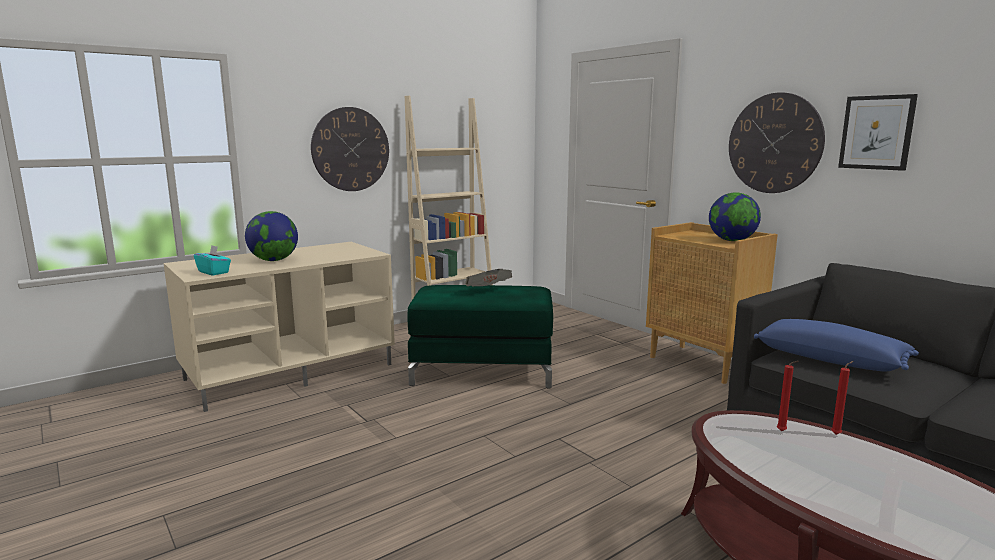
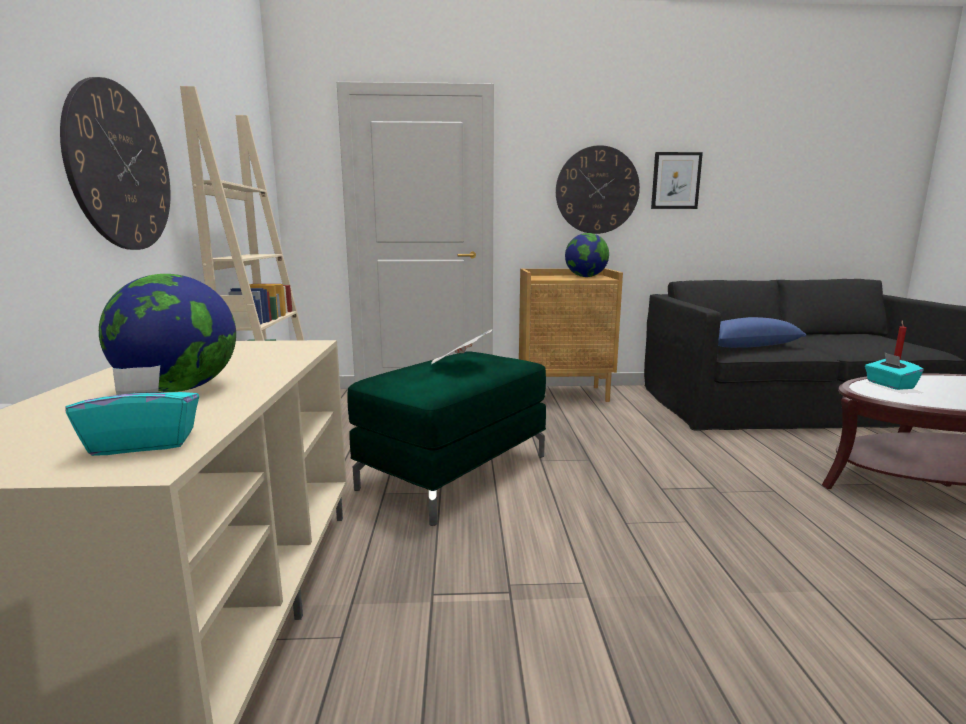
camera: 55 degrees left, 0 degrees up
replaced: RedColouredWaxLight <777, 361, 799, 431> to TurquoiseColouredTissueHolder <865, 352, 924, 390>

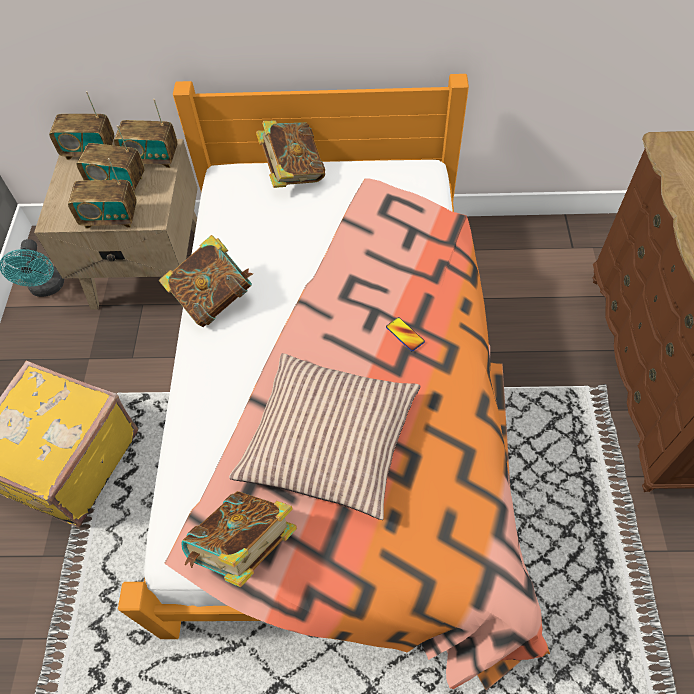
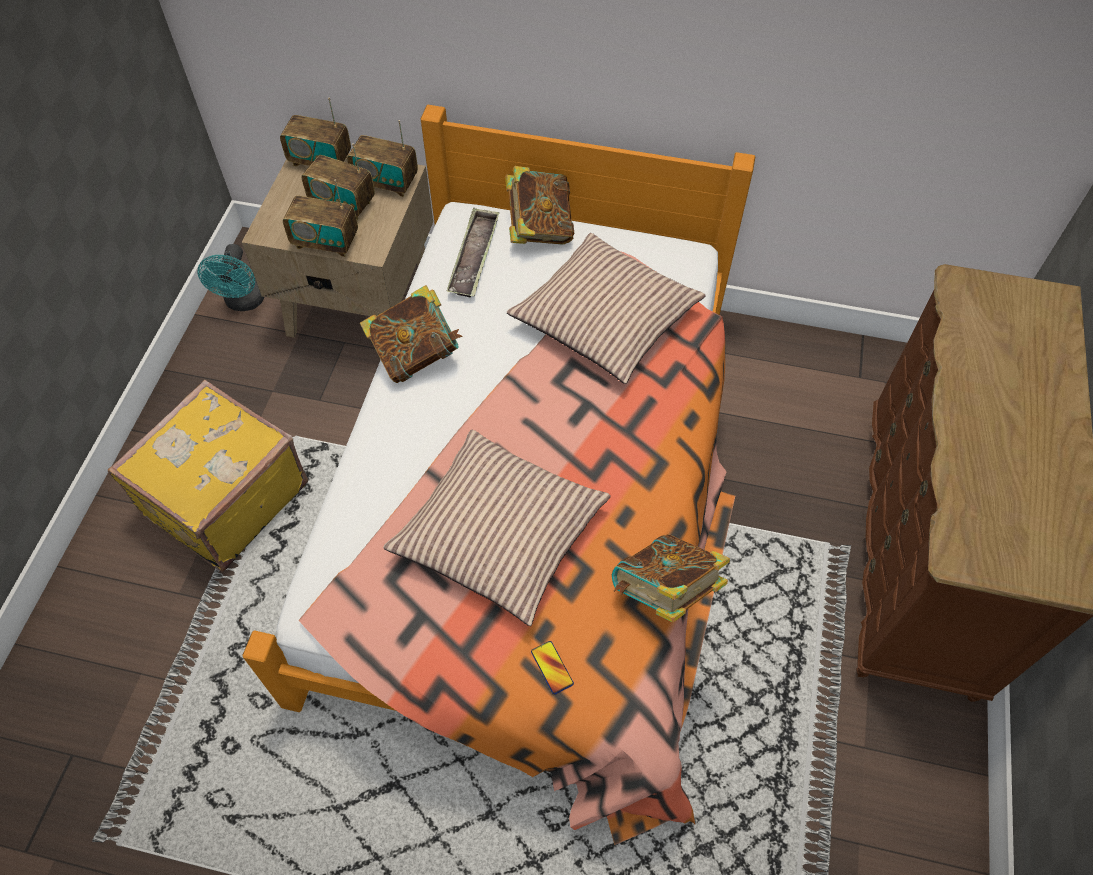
camera: 10 degrees right, 0 degrees up
added: Tray <447, 208, 499, 298>; Pillow <507, 233, 706, 384>
moved: Book <181, 491, 297, 587> to <612, 534, 730, 623>; Telephone <386, 317, 425, 351> to <531, 641, 574, 694>

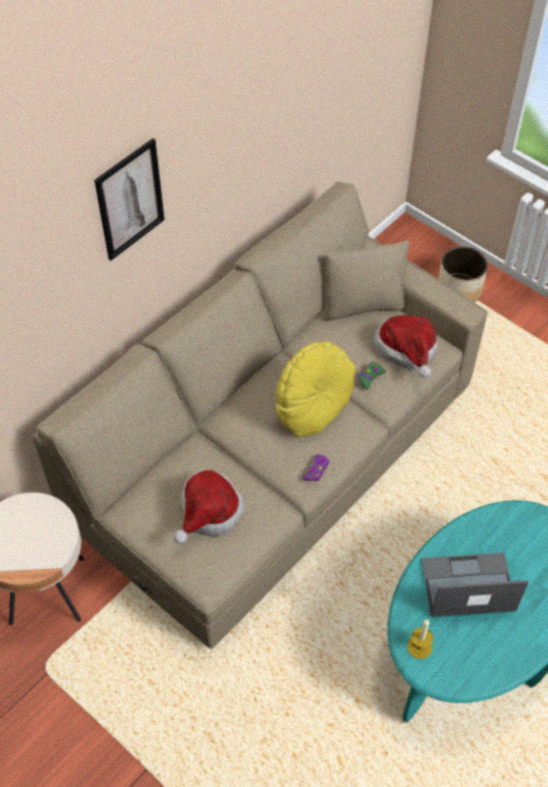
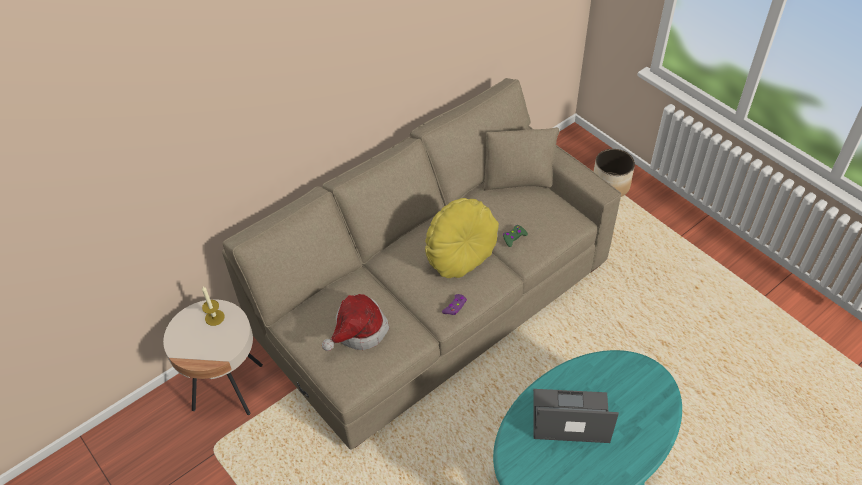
camera: 10 degrees right, 5 degrees down
removed: Picture <94, 138, 165, 261>; ClothingHat <374, 315, 438, 378>
moved: WaxLight <407, 620, 433, 659> to <202, 286, 225, 326>

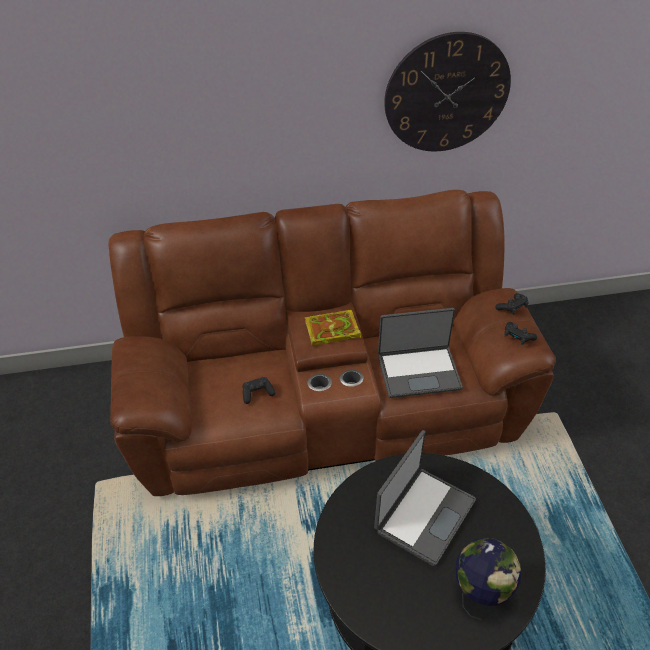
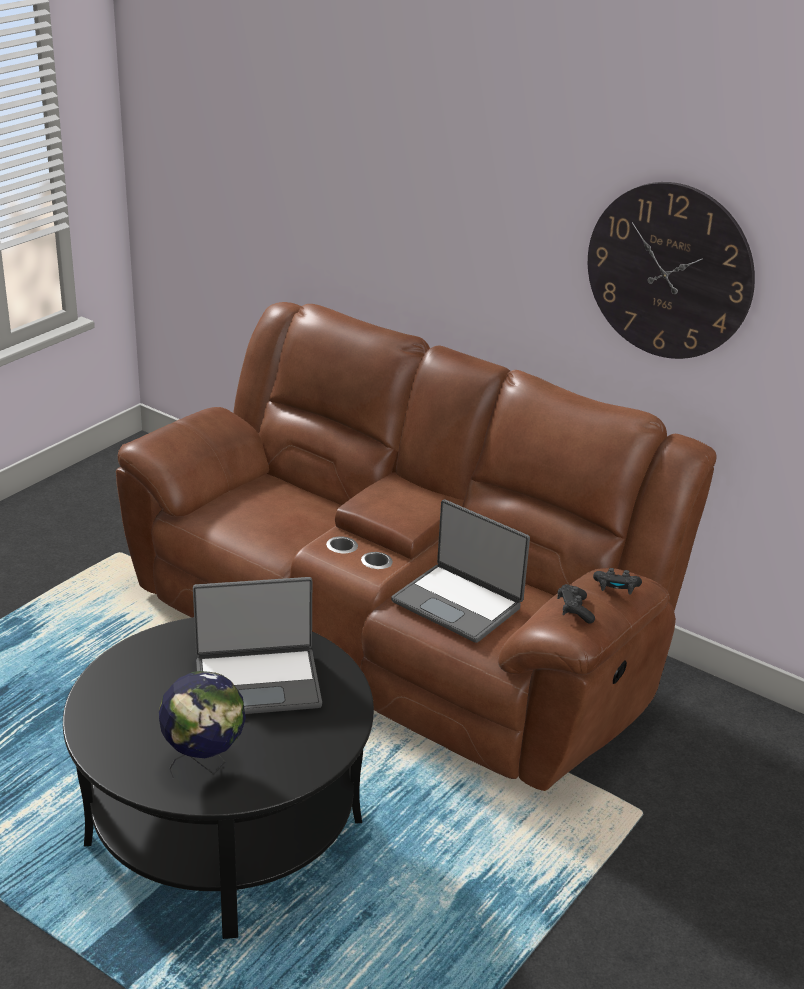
camera: 45 degrees right, 15 degrees down
removed: BlackGameController <243, 377, 276, 404>; Book <305, 310, 361, 345>

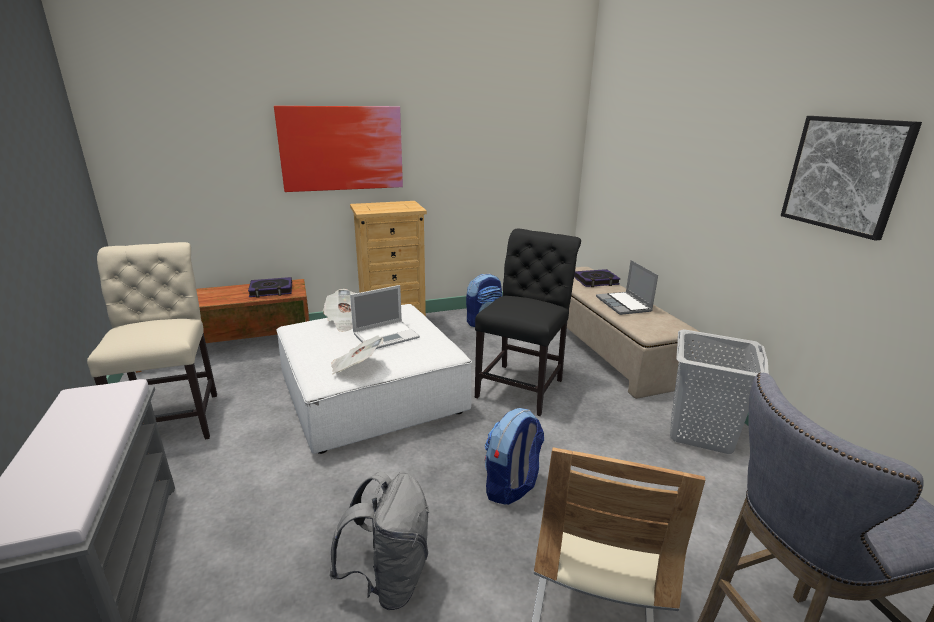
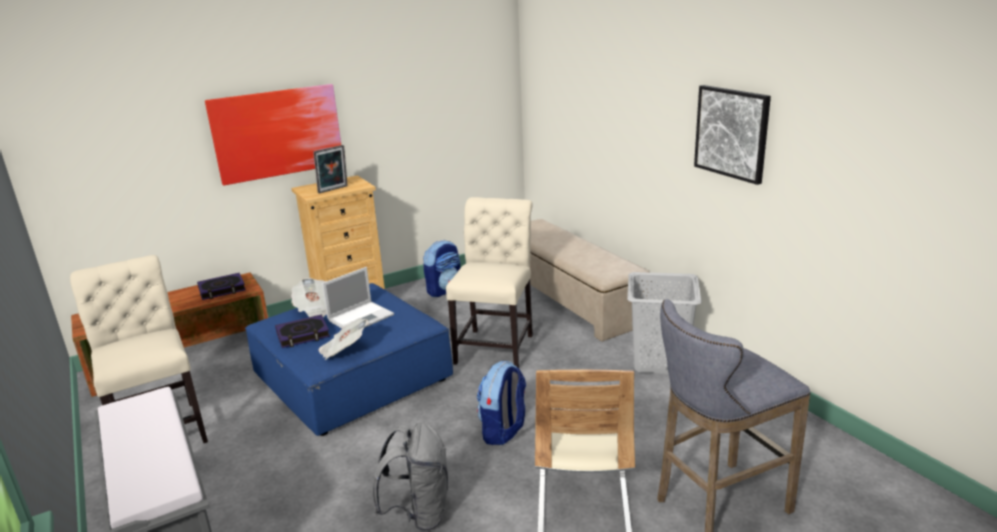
camera: 10 degrees left, 0 degrees up
removed: NotebookComputer <596, 260, 658, 315>
added: StandingFrame <313, 145, 348, 194>
moved: Book <574, 269, 620, 287> to <275, 315, 330, 348>
recoloured: WhitishPouffe <276, 304, 472, 454> to BluishPouffe <245, 283, 453, 436>; BlackPlainChair <475, 228, 581, 416> to BeigePlainChair <446, 197, 533, 368>

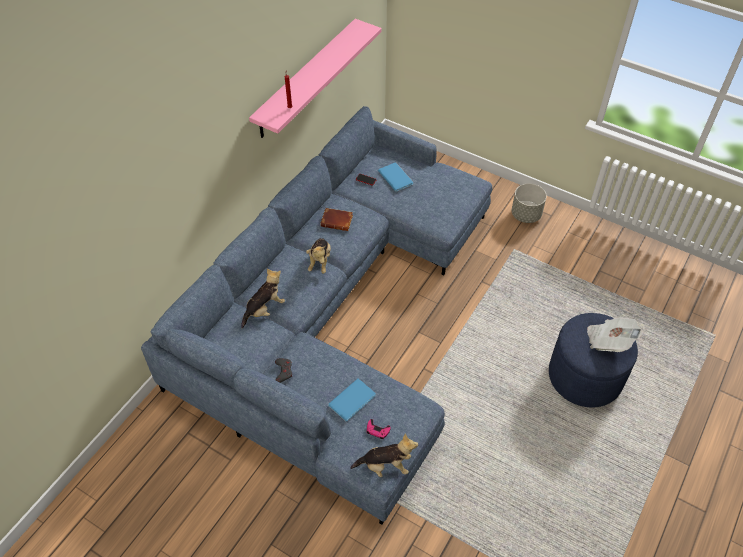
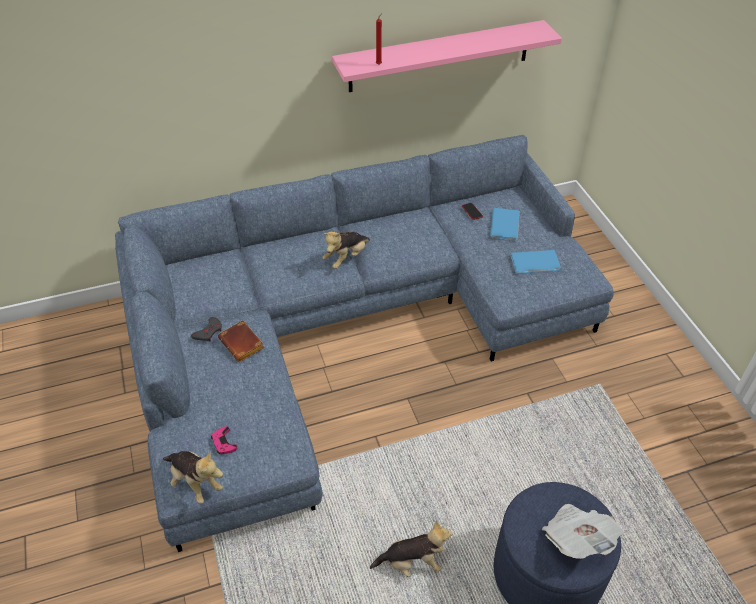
camera: 40 degrees right, 5 degrees down
removed: GrayPlanter <512, 184, 547, 223>
moved: PlushToy <241, 269, 285, 328> to <370, 520, 452, 577>; BrownBook <320, 208, 353, 231> to <218, 320, 264, 362>; BluishBook <328, 379, 376, 422> to <510, 250, 561, 274>

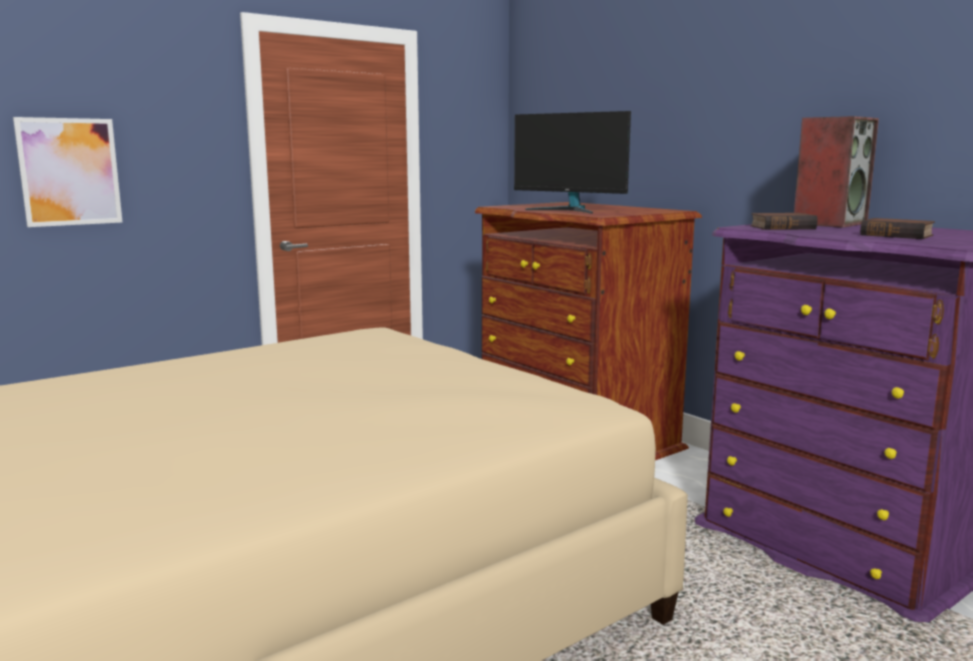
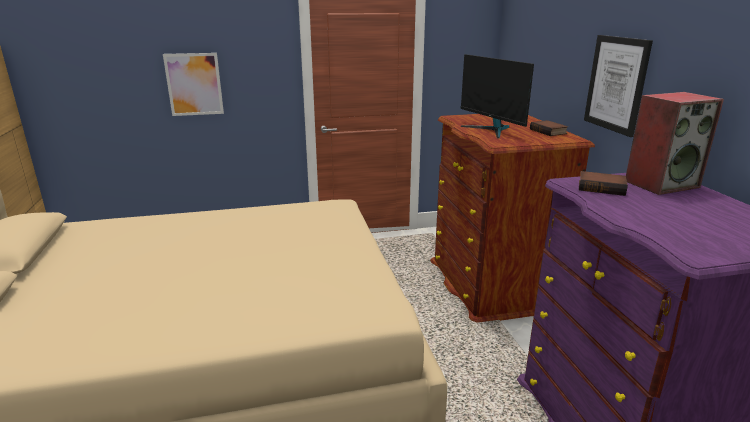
camera: 25 degrees right, 10 degrees up
added: Picture <584, 35, 653, 137>
moved: Book <860, 218, 935, 239> to <530, 120, 568, 136>

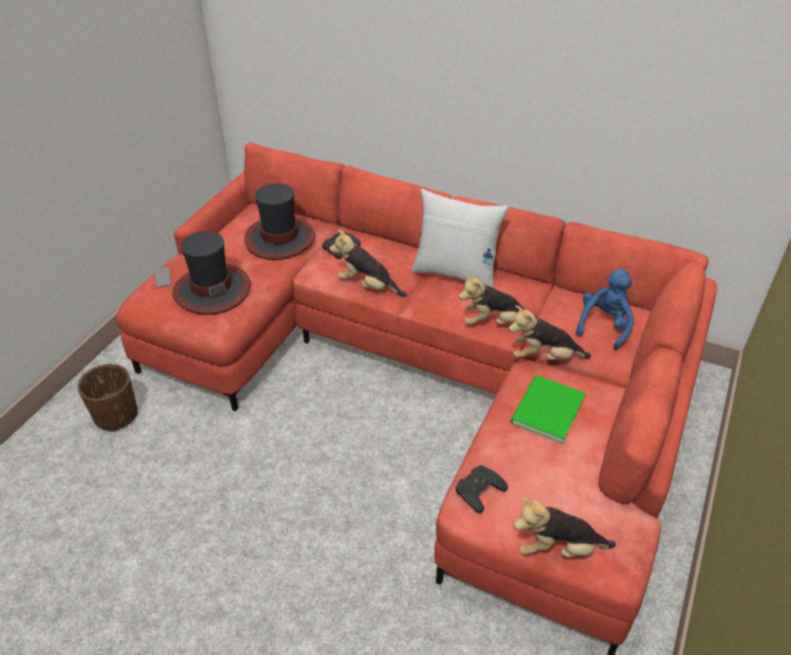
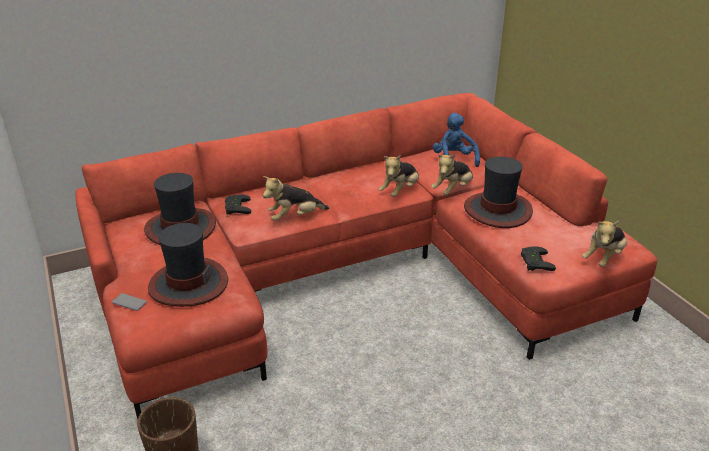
camera: 50 degrees left, 10 degrees down
removed: GrayPillow <411, 189, 508, 288>
replaced: GreenColouredBook <510, 375, 585, 443> to ClothingHat <464, 157, 533, 228>

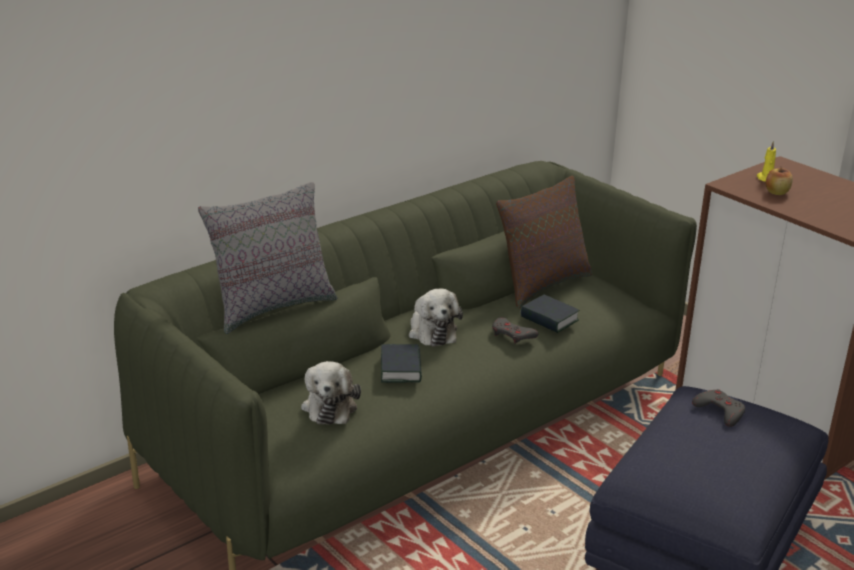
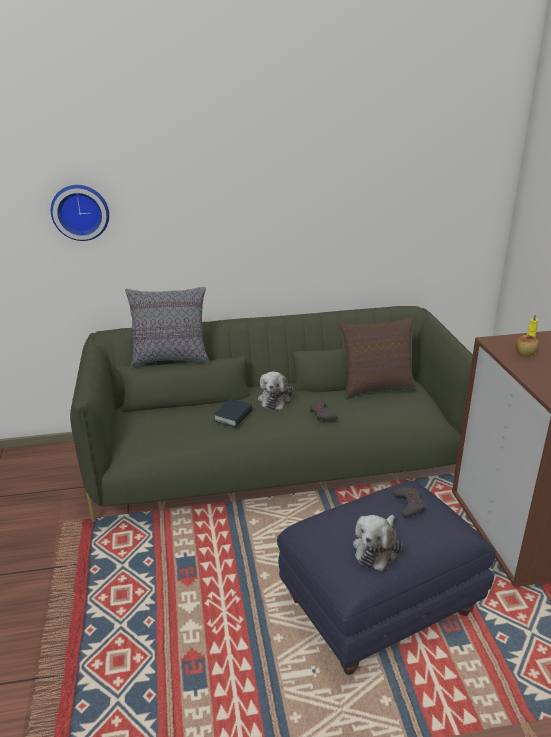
camera: 30 degrees right, 0 degrees up
removed: Book <521, 295, 580, 333>
added: HangingClock <51, 185, 109, 241>
moved: PlushToy <301, 361, 361, 424> to <353, 515, 402, 571>

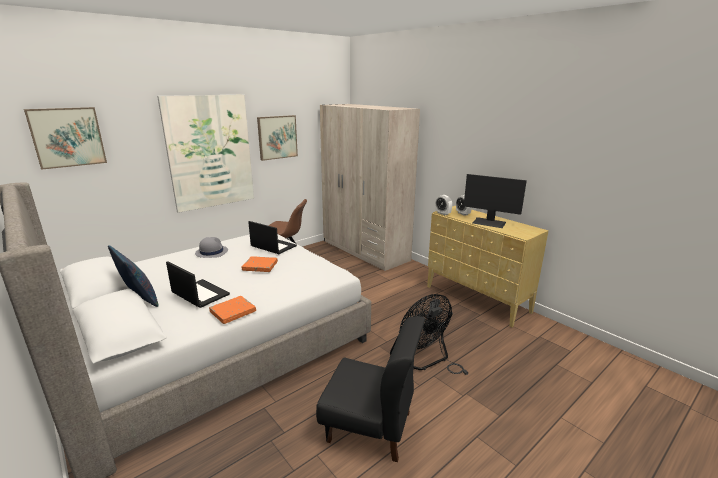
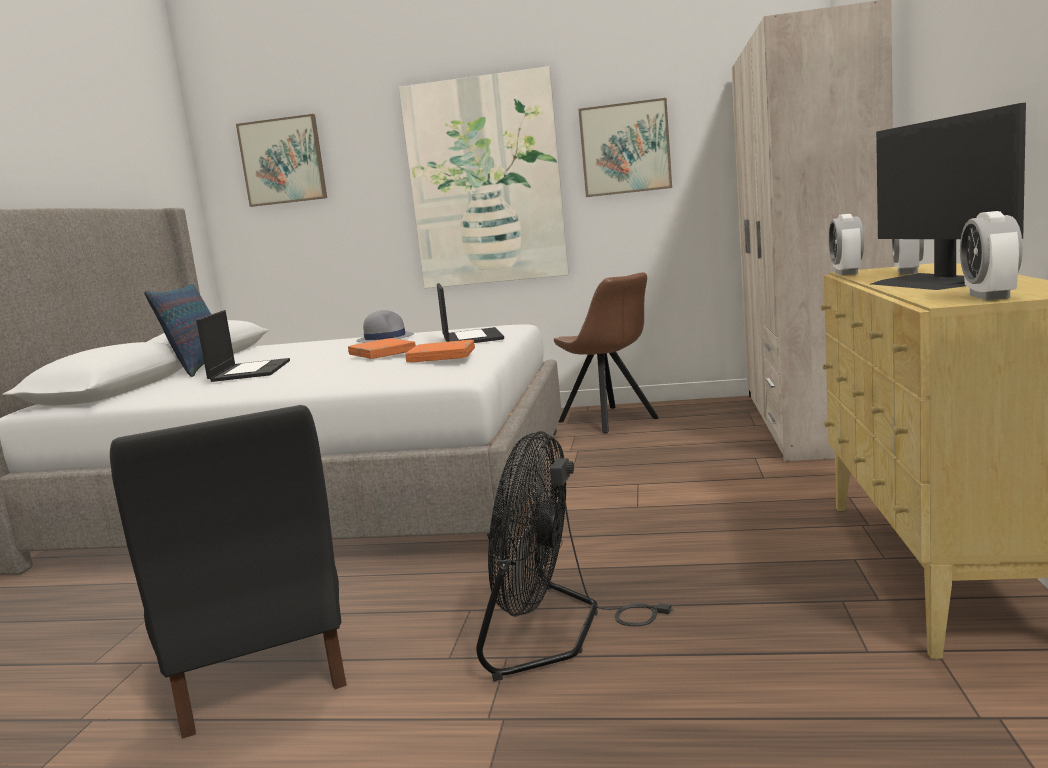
camera: 50 degrees right, 10 degrees down
added: AlarmClock <960, 211, 1023, 300>
moved: OrangeBook <209, 296, 256, 324> to <405, 340, 475, 363>
turned: BlackElectricFan <390, 294, 468, 375> = <476, 431, 673, 682> 90 degrees counterclockwise

